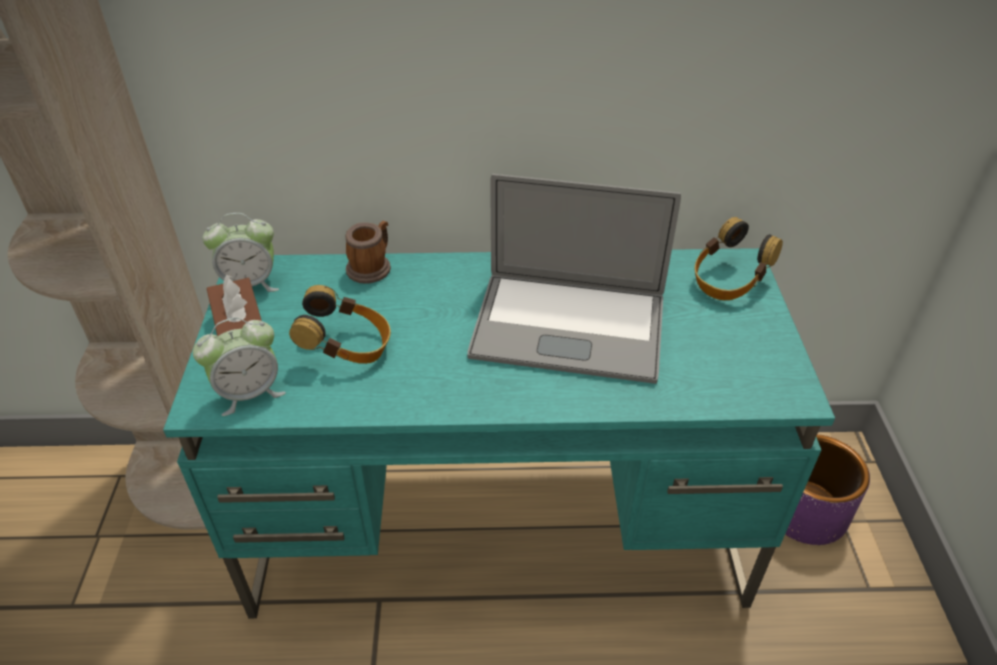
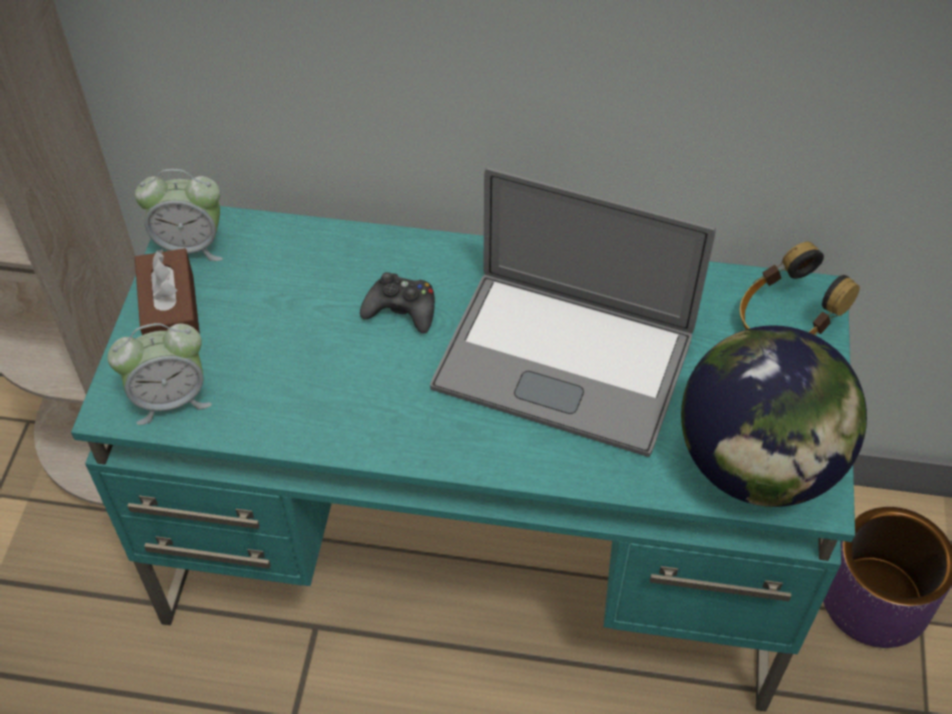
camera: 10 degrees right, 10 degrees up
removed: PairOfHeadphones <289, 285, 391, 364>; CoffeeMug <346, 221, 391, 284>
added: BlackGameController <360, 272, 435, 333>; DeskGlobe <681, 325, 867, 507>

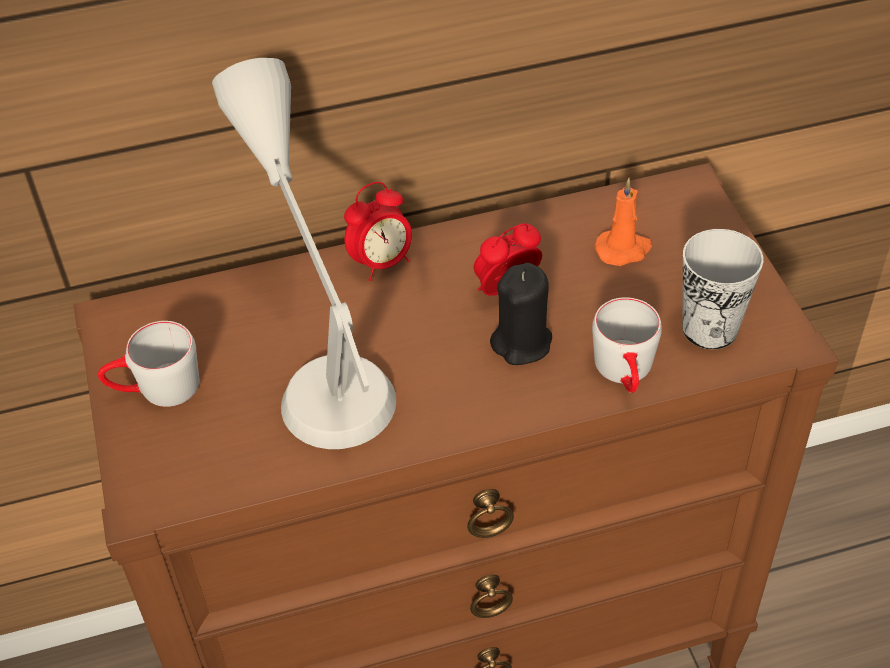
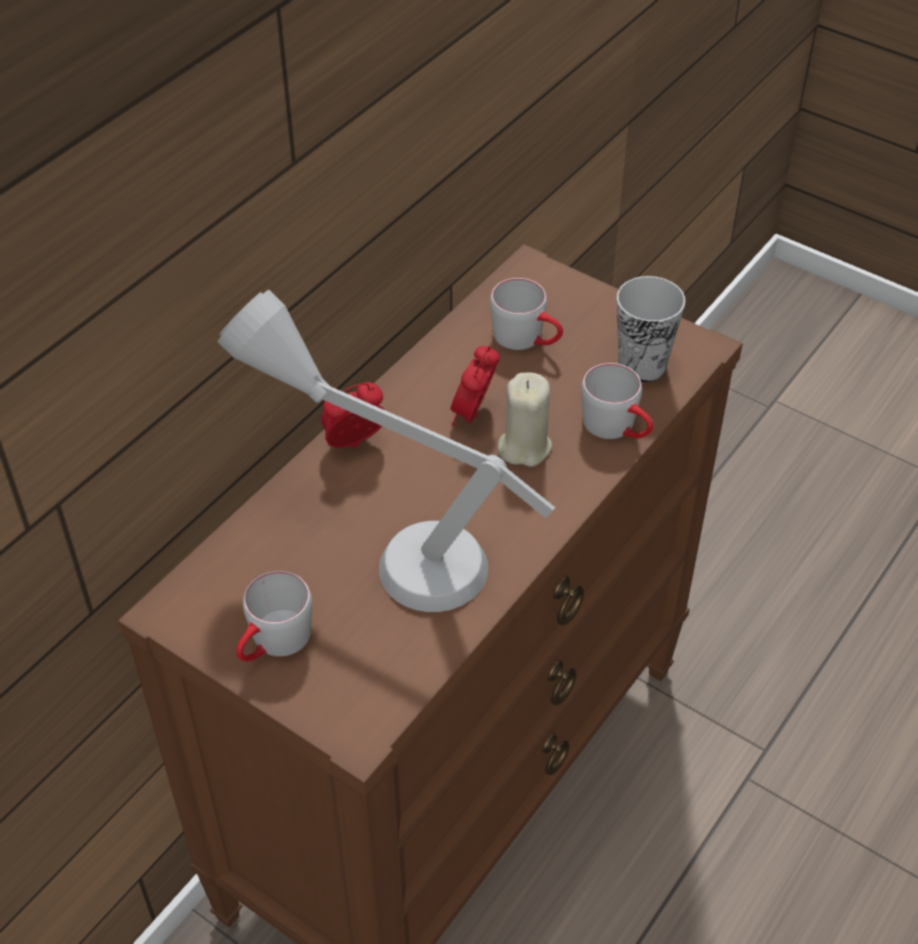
camera: 40 degrees left, 0 degrees up
replaced: OrangeWaxLight <594, 178, 652, 266> to GrayCoffeeMug <490, 278, 563, 350>
recoloured: BlackWaxLight <490, 263, 552, 365> to BeigeWaxLight <498, 373, 552, 467>
turned: AlarmClock <344, 182, 412, 281> = <321, 382, 385, 448> 135 degrees counterclockwise

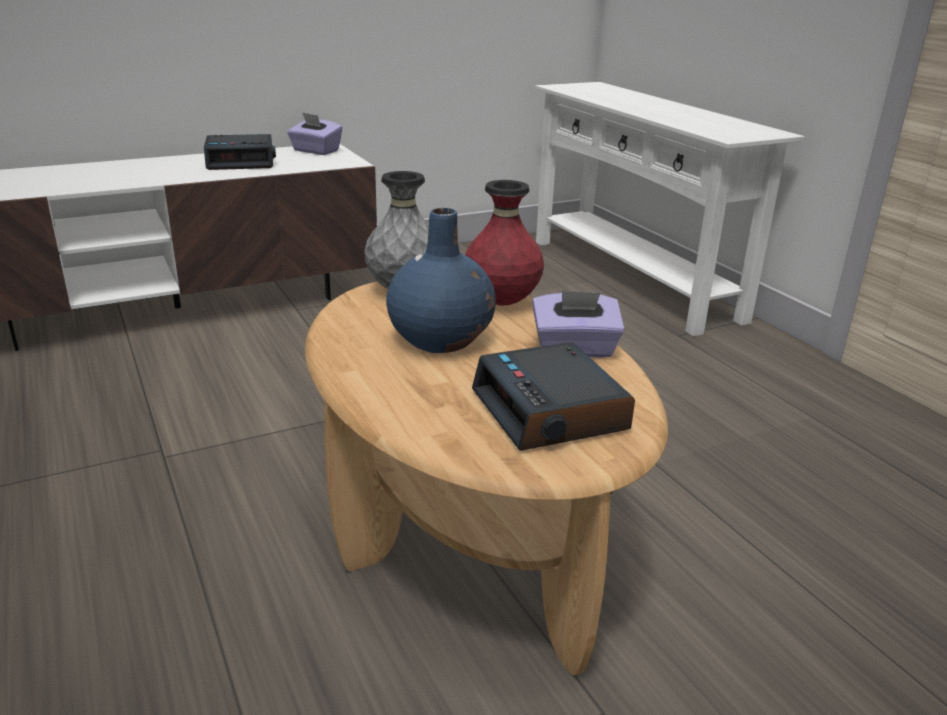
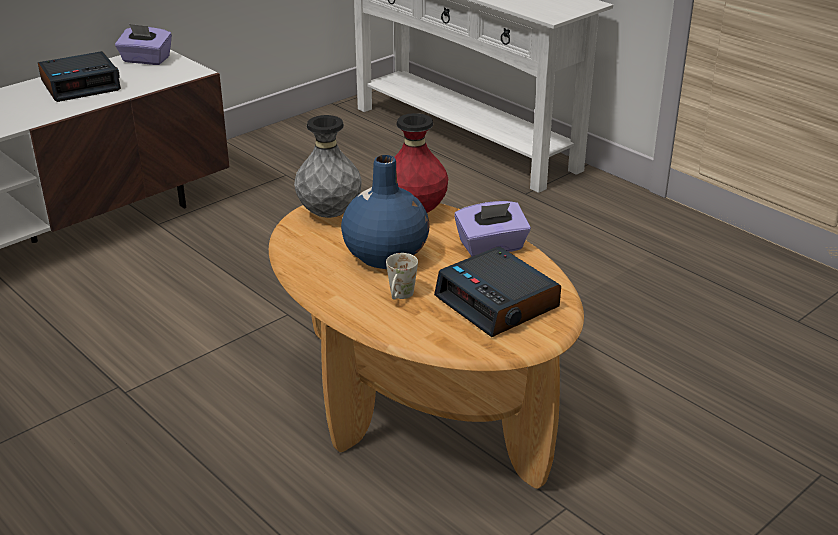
camera: 15 degrees left, 5 degrees up
added: WhitishCoffeeMug <386, 253, 418, 300>

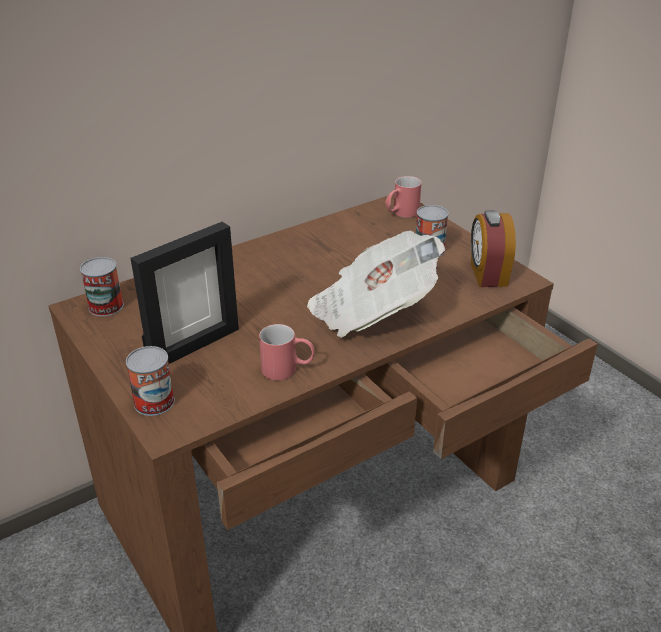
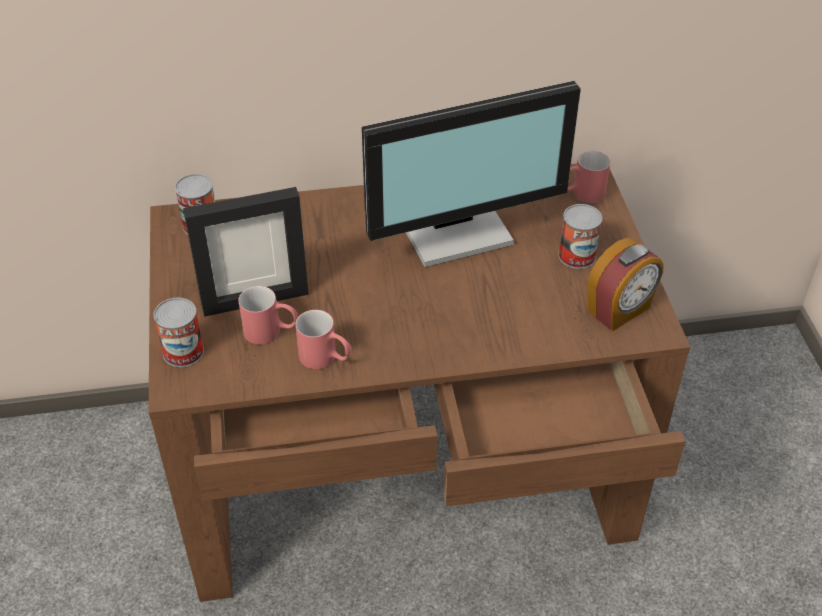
camera: 25 degrees right, 10 degrees up
removed: DailyPaper <307, 231, 445, 338>
added: RedColouredCoffeeMug <238, 286, 298, 345>; ComputerDisplay <362, 81, 581, 267>
turned: AlarmClock <471, 210, 516, 287> = <587, 238, 664, 331> 150 degrees counterclockwise

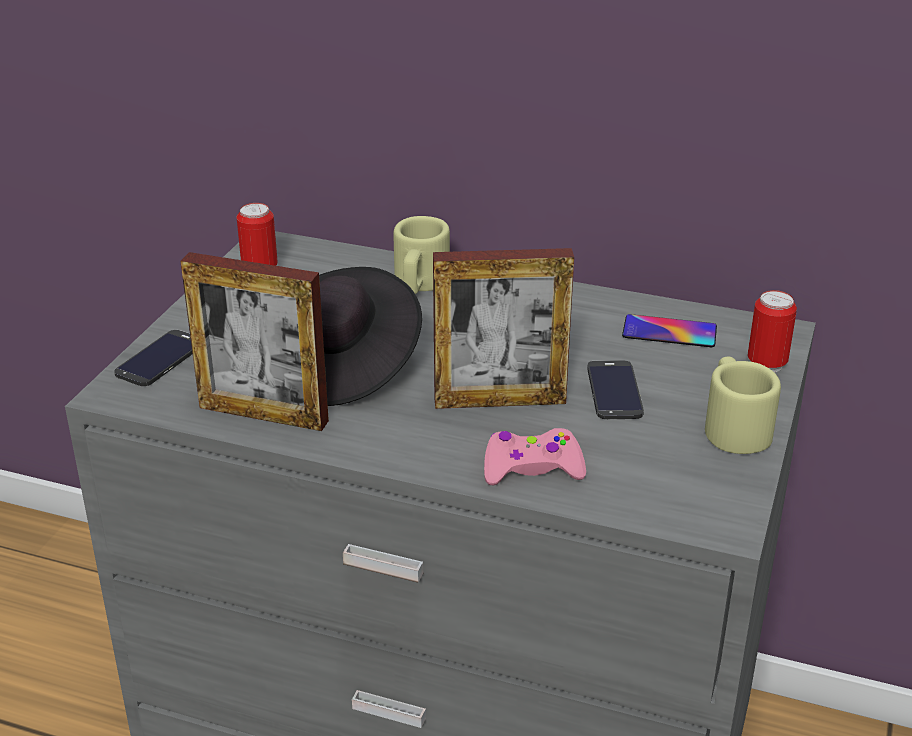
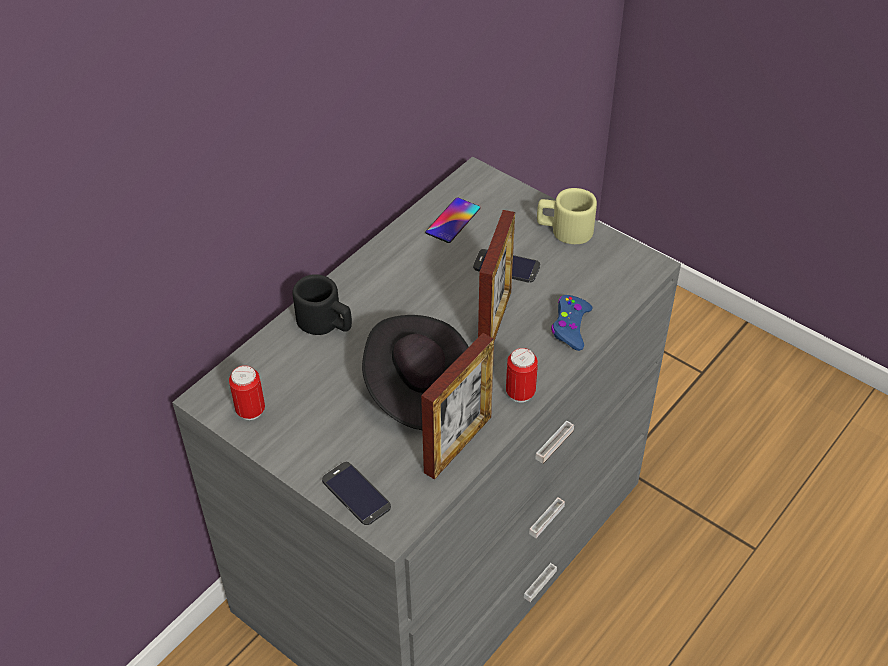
camera: 70 degrees left, 15 degrees up
moved: Can <747, 290, 797, 373> to <506, 348, 538, 402>
recoloured: BeigeCoffeeMug <393, 216, 450, 294> to BlackCoffeeMug <292, 274, 352, 335>; PinkGameController <484, 428, 586, 485> to BluishGameController <551, 295, 593, 351>

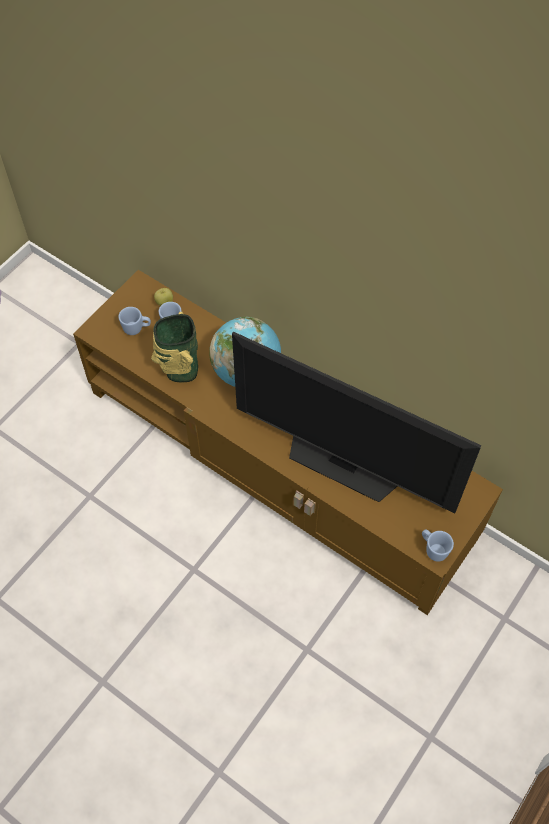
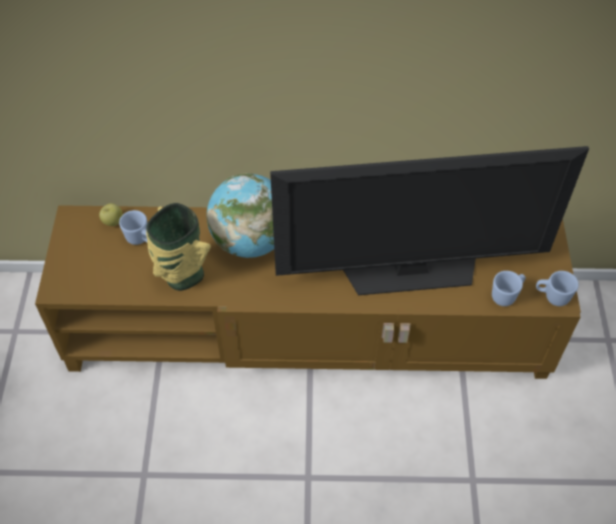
camera: 35 degrees left, 5 degrees down
moved: BluishCoffeeMug <119, 307, 151, 335> to <492, 271, 526, 306>

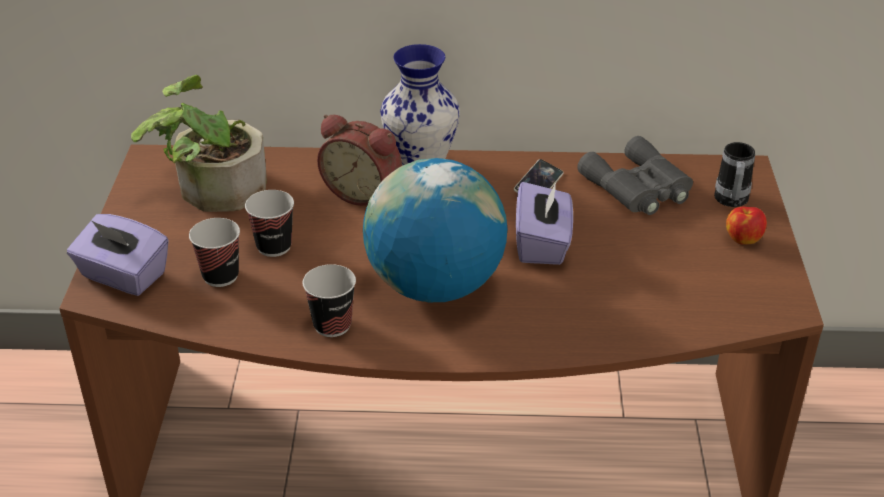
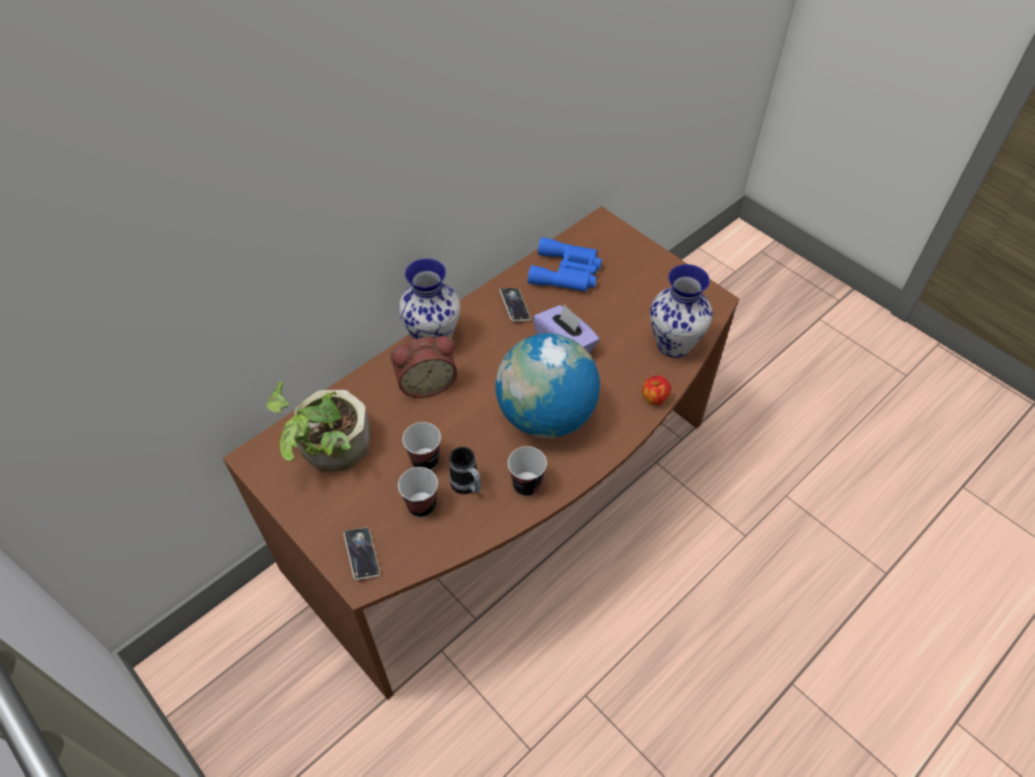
camera: 45 degrees left, 15 degrees up
added: Vase <650, 264, 713, 358>
moved: CoffeeMug <714, 142, 755, 207> to <449, 447, 481, 494>; AppleFruit <726, 207, 767, 245> to <642, 376, 671, 405>
replaced: PurpleTissueHolder <67, 214, 169, 296> to Telephone <344, 528, 380, 580>
recoloured: GrayPairOfBinoculars <577, 136, 693, 215> to BluishPairOfBinoculars <528, 237, 602, 292>

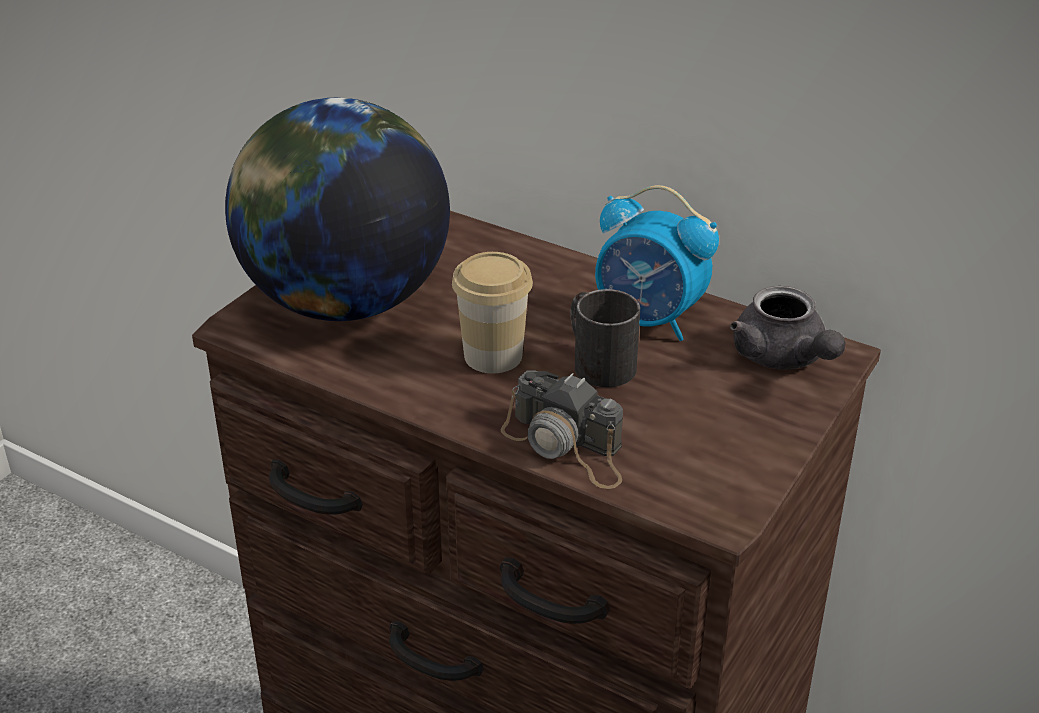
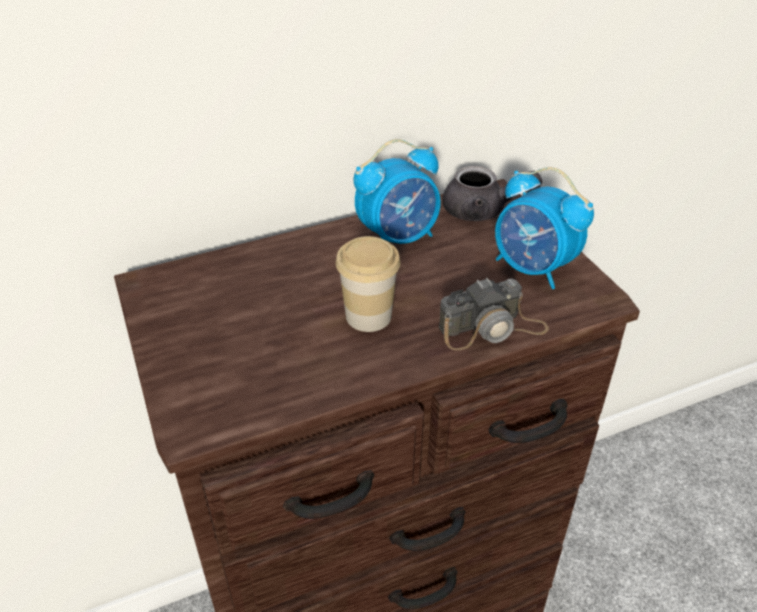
camera: 55 degrees left, 5 degrees up
removed: DeskGlobe <225, 98, 450, 321>; BlackCoffeeMug <570, 289, 640, 387>
added: AlarmClock <495, 167, 594, 289>

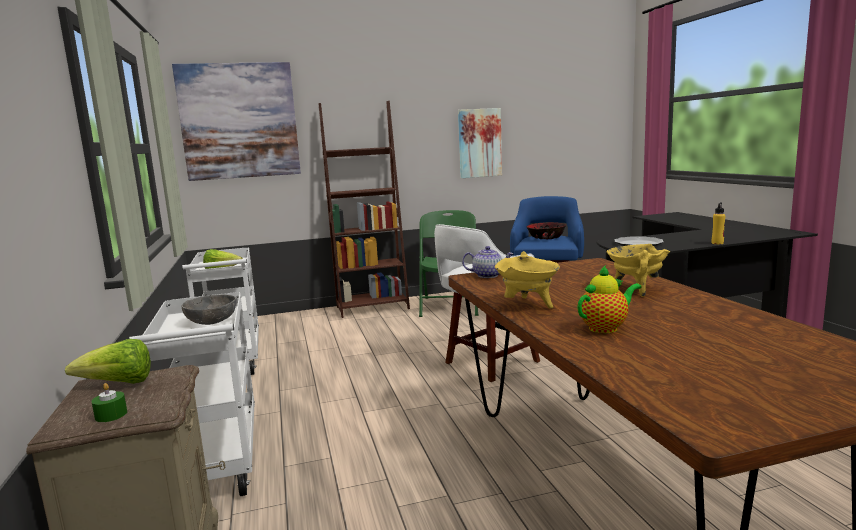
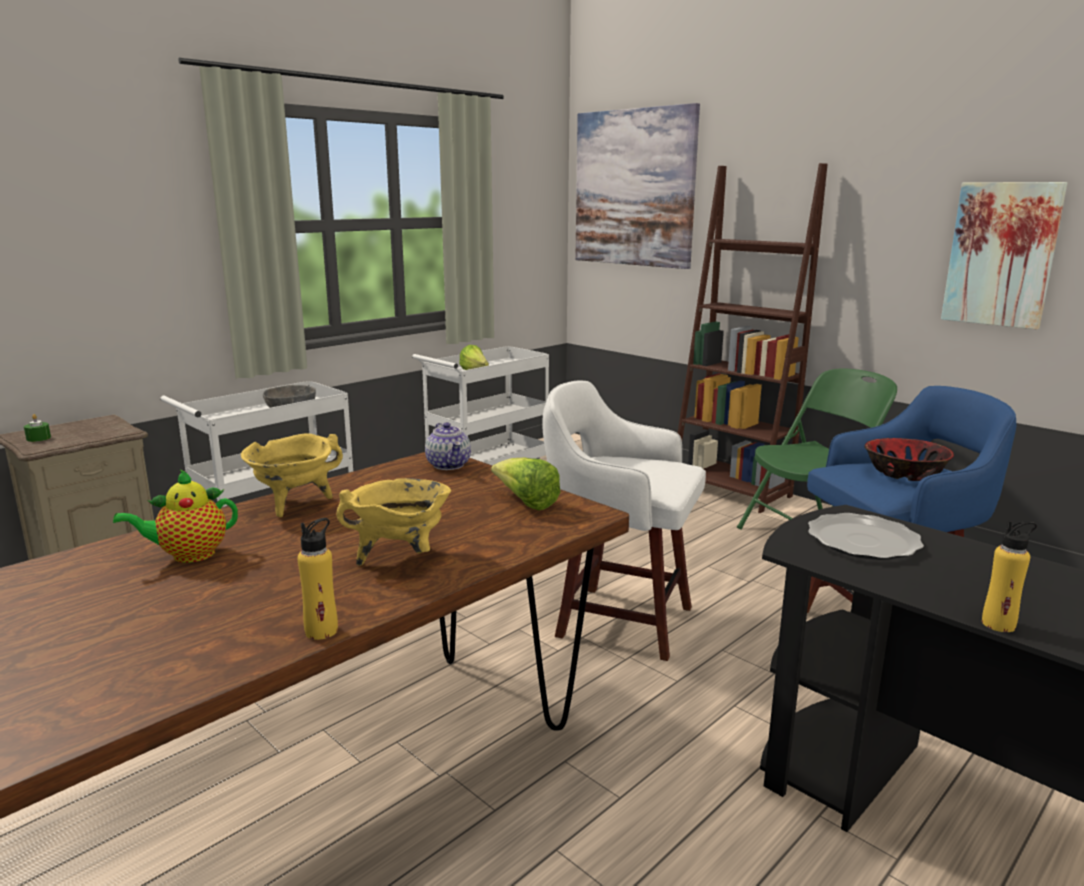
camera: 60 degrees right, 5 degrees up
added: YellowColouredBottle <297, 518, 338, 640>
moved: Lettuce <65, 339, 151, 384> to <491, 458, 560, 510>
turned: Teapot <577, 265, 642, 333> = <113, 470, 238, 563> 120 degrees clockwise

